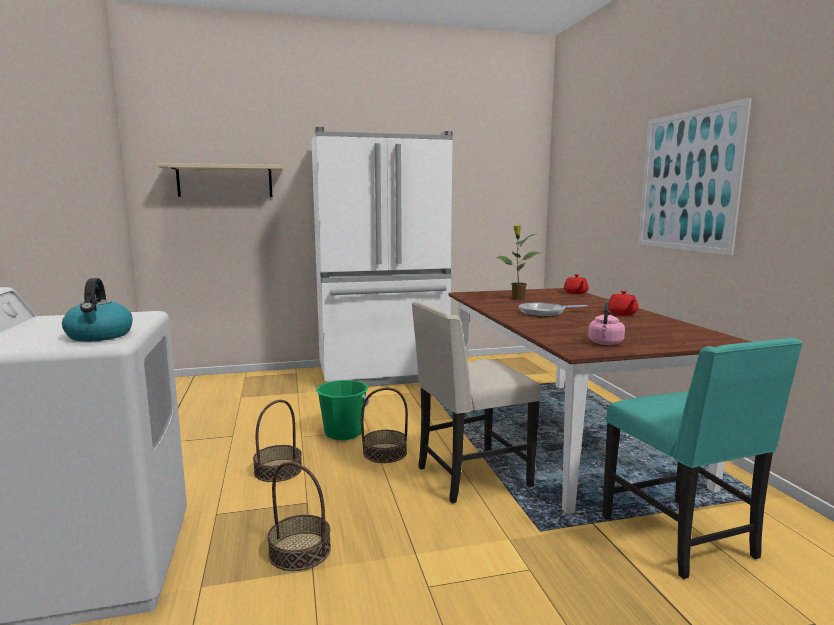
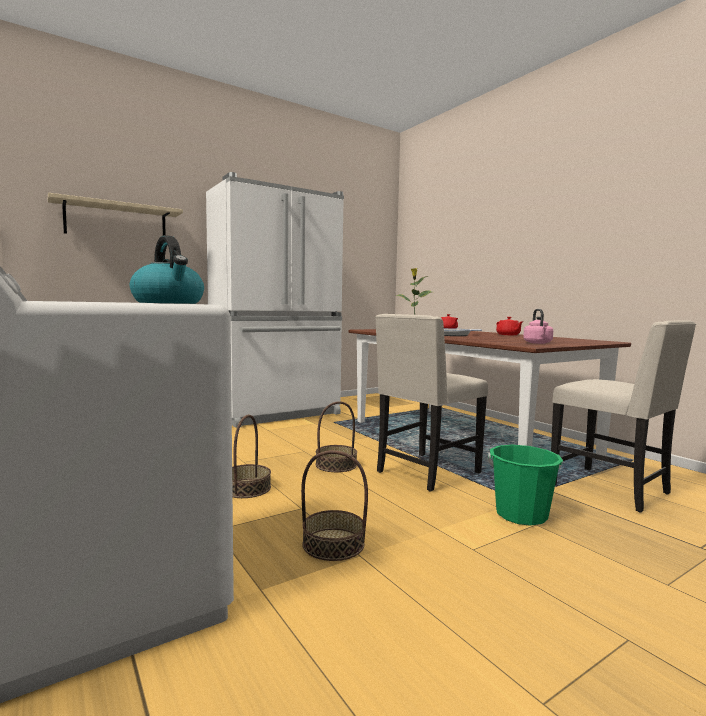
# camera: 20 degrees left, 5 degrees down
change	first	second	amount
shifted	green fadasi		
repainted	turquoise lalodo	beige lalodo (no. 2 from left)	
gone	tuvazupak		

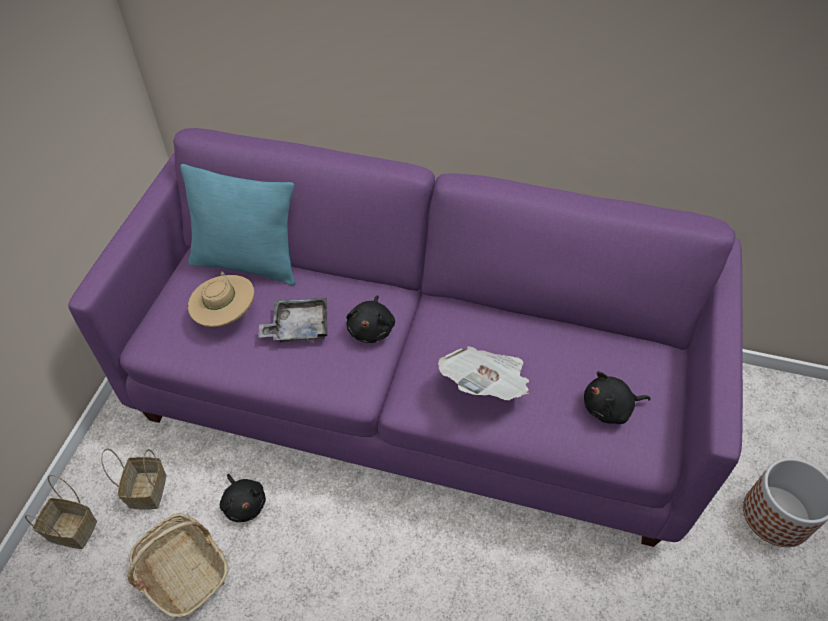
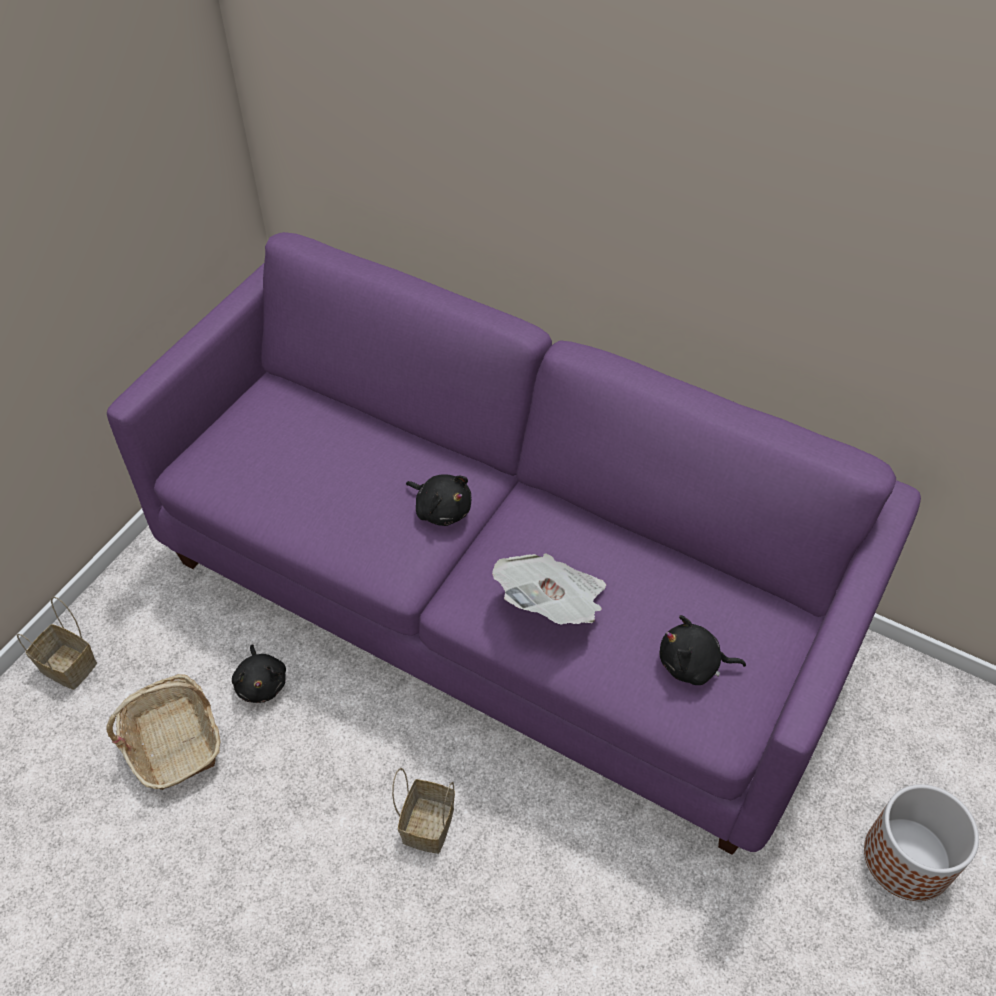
# camera: 15 degrees right, 0 degrees up
change	first	second	amount
shifted	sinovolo (no. 2 from left in the first image)	sinovolo (no. 3 from left)	
gone	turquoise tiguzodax		
gone	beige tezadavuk		
gone	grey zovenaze		
rotated	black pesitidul (no. 2 from left)		75 degrees counterclockwise

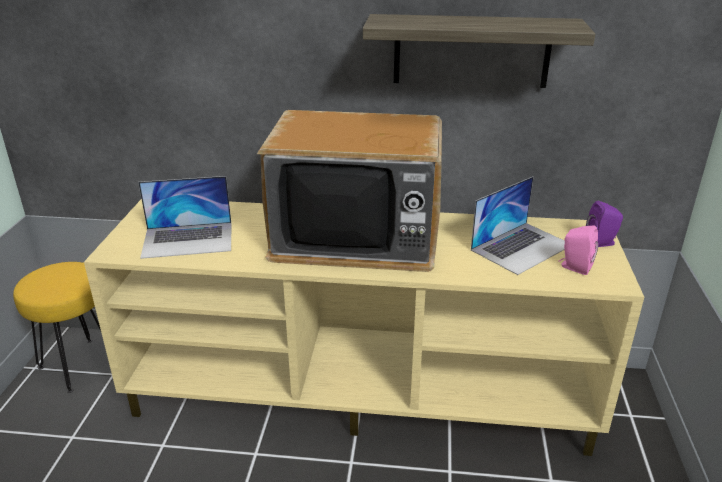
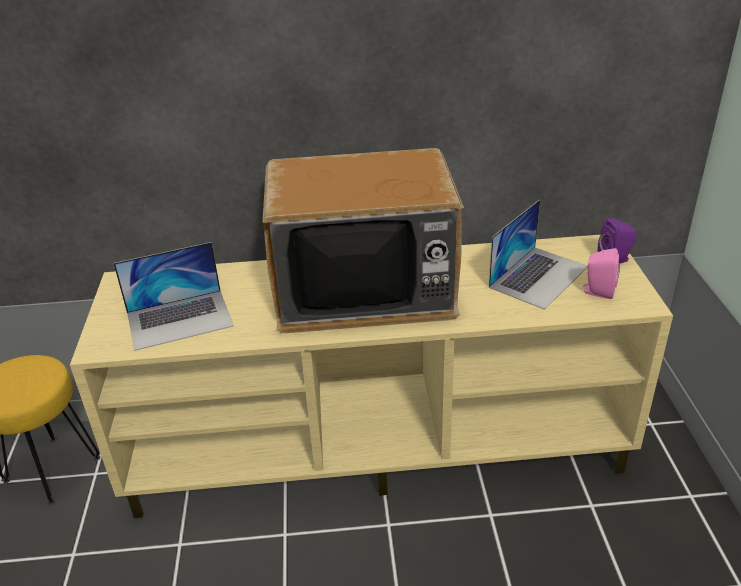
# camera: 10 degrees left, 5 degrees up
change	first	second	amount
gone	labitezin		

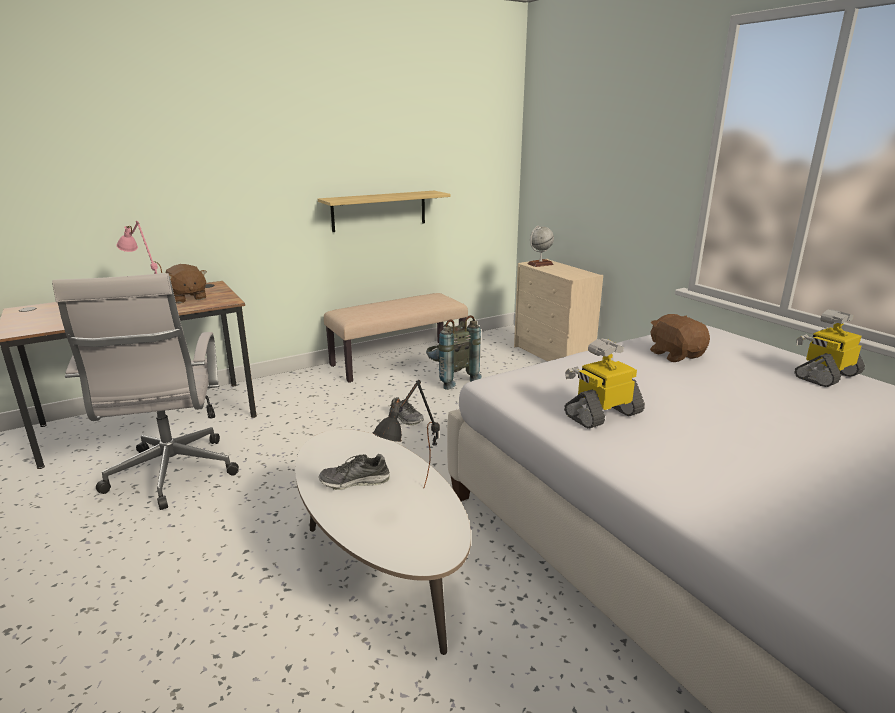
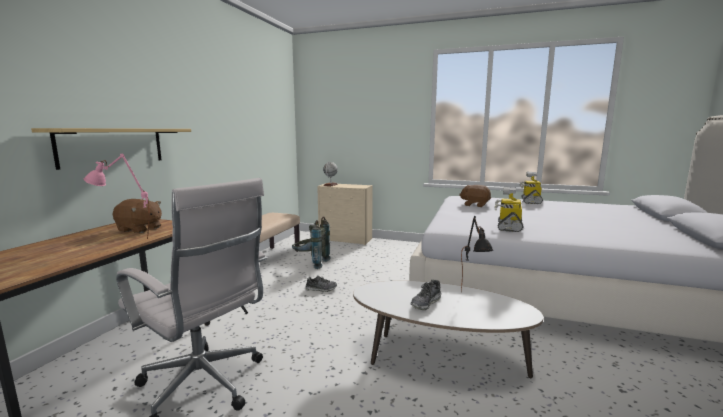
# camera: 40 degrees left, 10 degrees down
change	first	second	amount
shifted	labitezin		

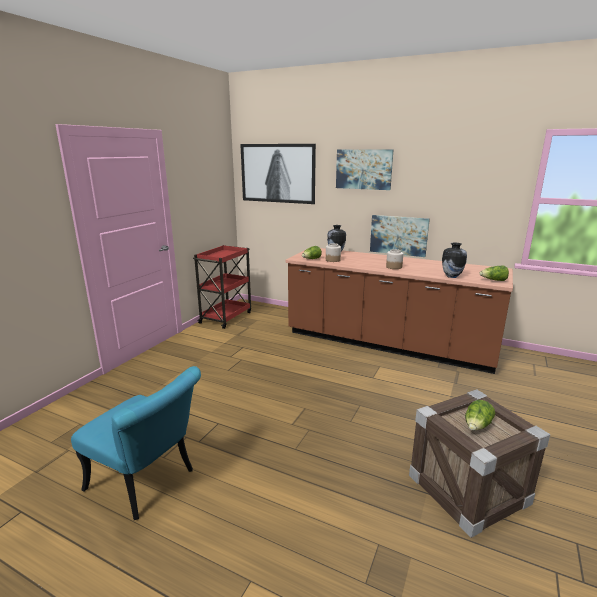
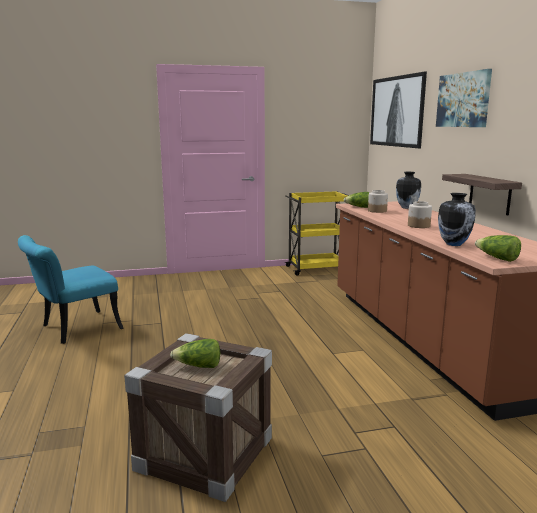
# camera: 50 degrees right, 5 degrees down
change	first	second	amount
rotated	turquoise lalodo		60 degrees clockwise
repainted	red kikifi	yellow kikifi	
swapped	tuvazupak (no. 3 from left)	labitezin	

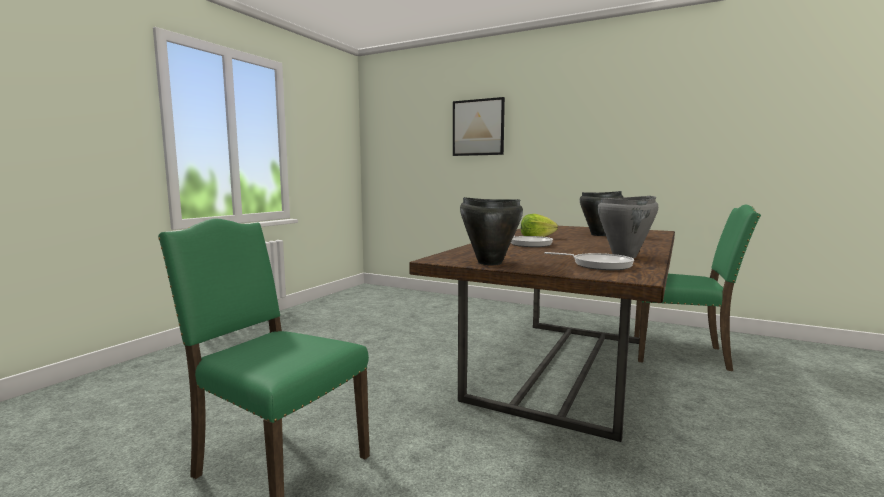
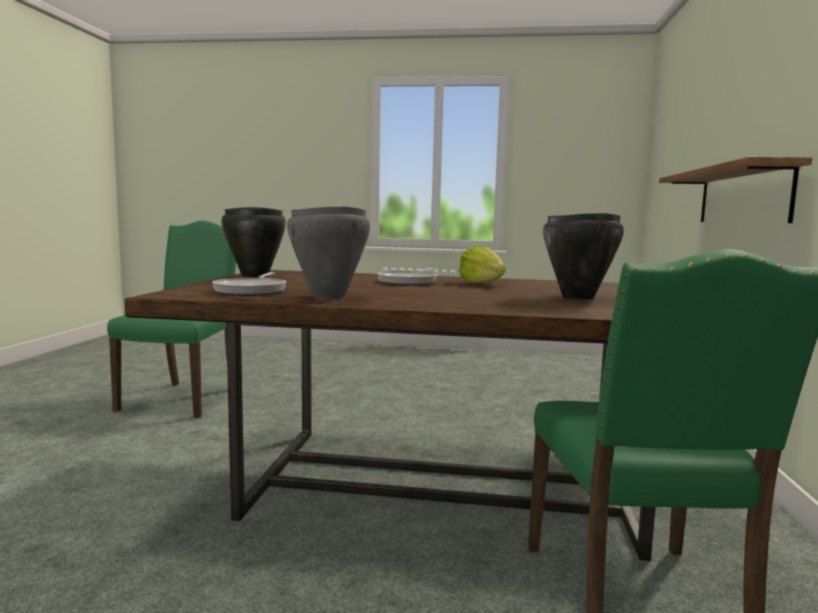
# camera: 70 degrees right, 0 degrees up
change	first	second	amount
gone	tuvazupak		
new		labitezin	

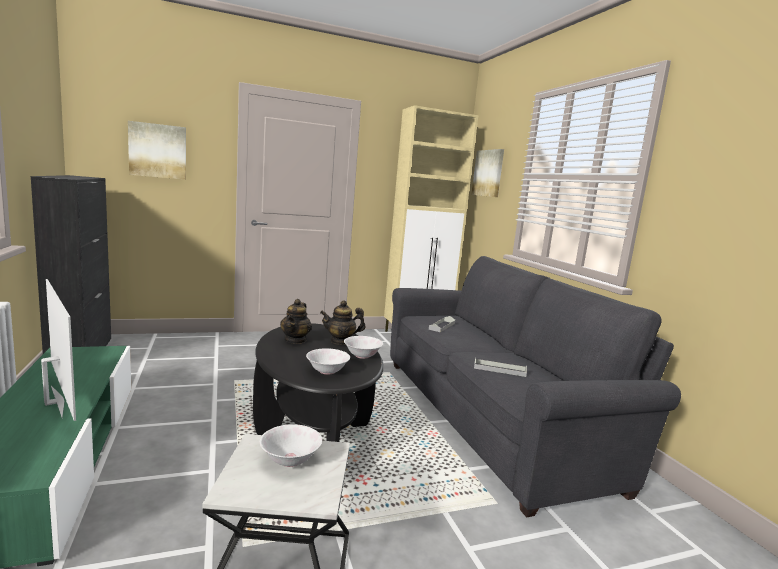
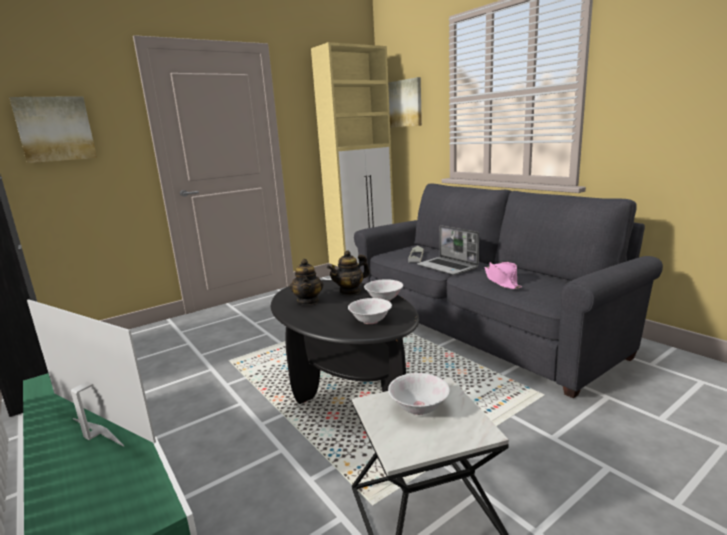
# camera: 15 degrees left, 5 degrees up
change	first	second	amount
swapped	grey zovenaze (no. 2 from left)	pink tezadavuk	
new		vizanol	

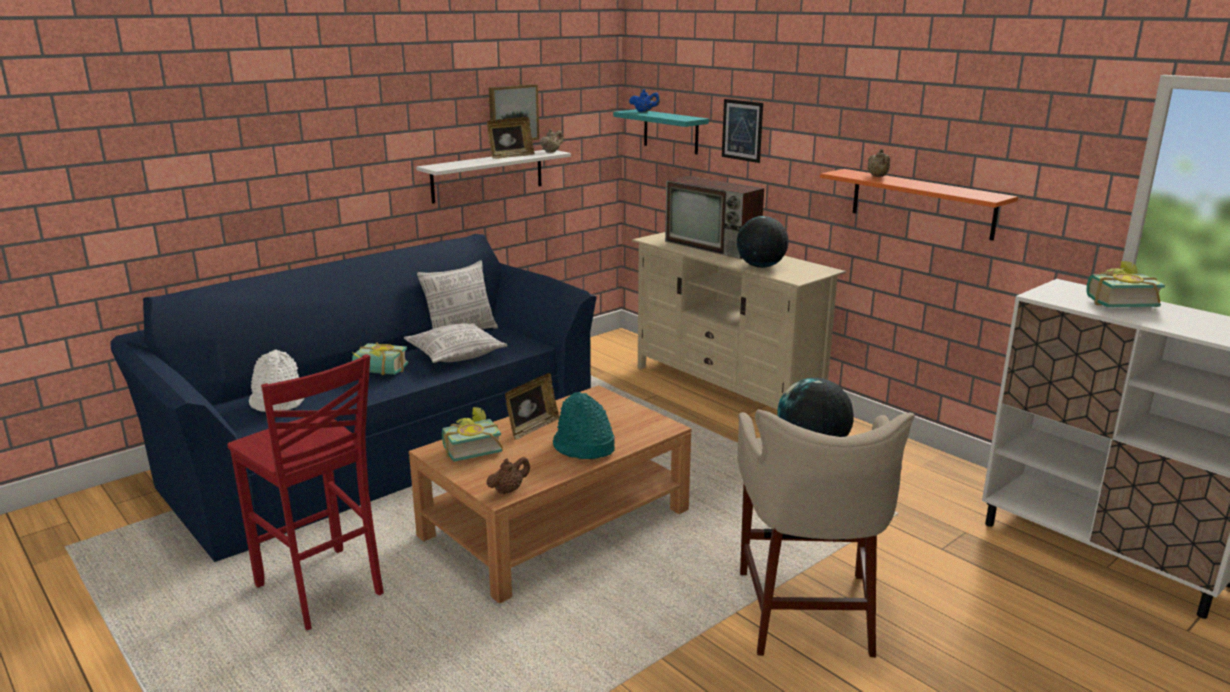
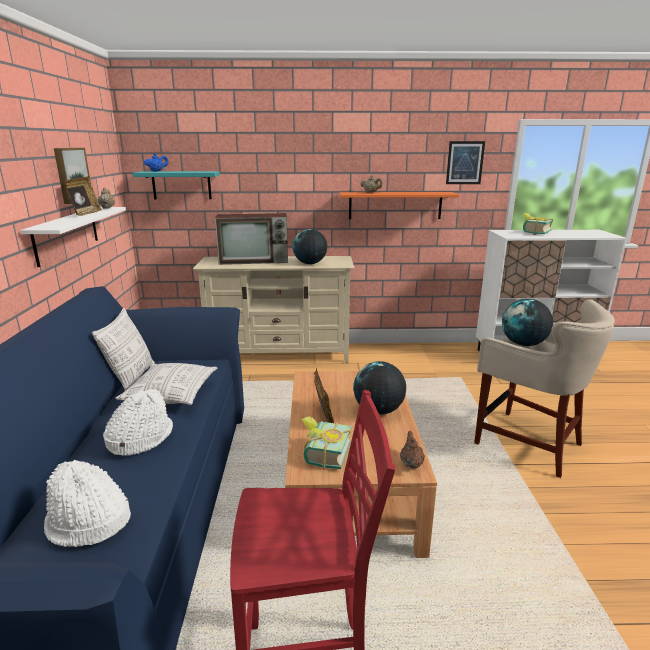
# camera: 50 degrees left, 0 degrees up
change	first	second	amount
swapped	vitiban (no. 1 from left)	white tezadavuk (no. 2 from left)	
swapped	turquoise tezadavuk	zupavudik (no. 2 from left)	
shifted	tuvazupak (no. 2 from left)		

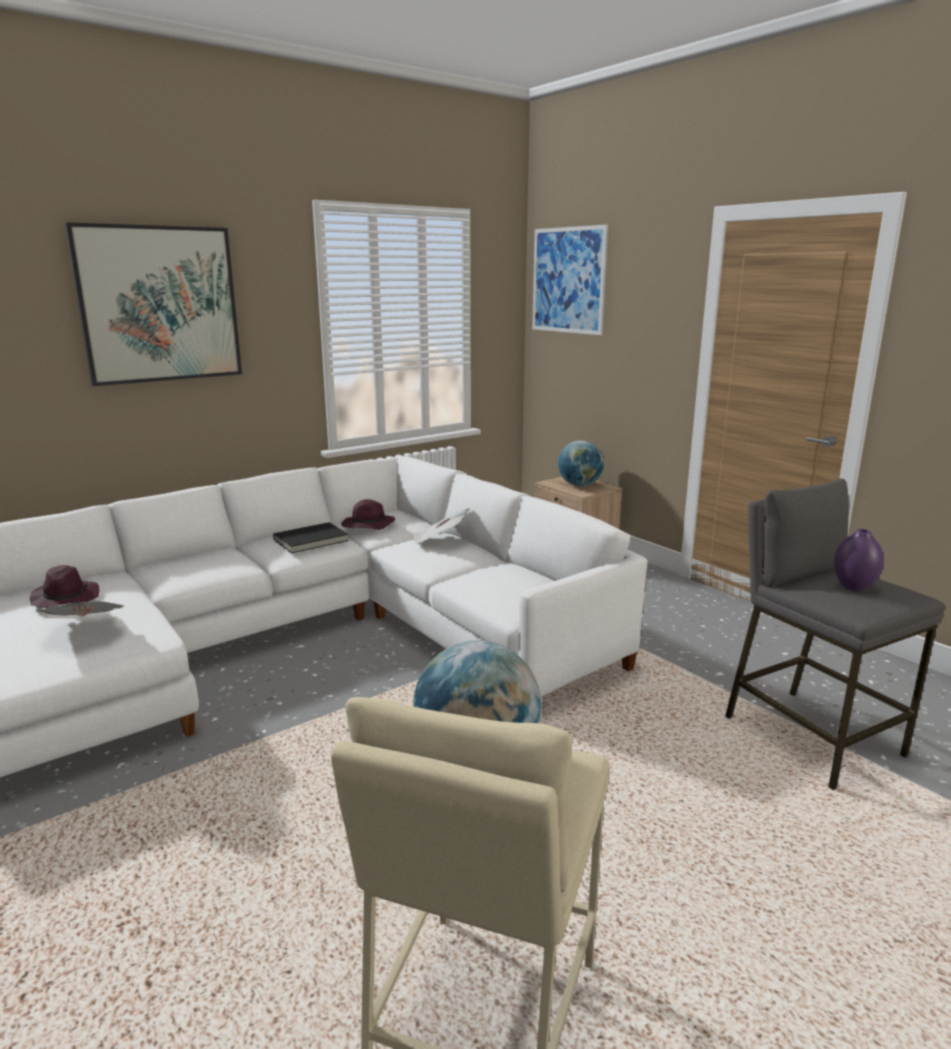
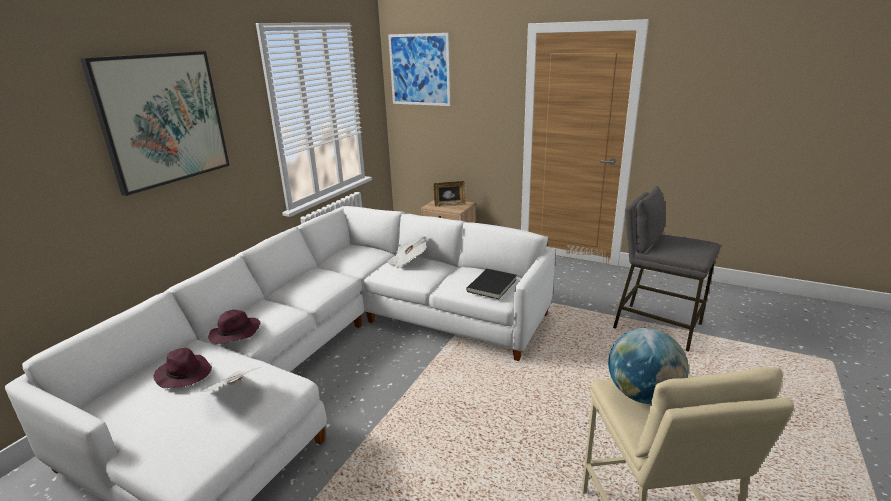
# camera: 25 degrees left, 5 degrees up
change	first	second	amount
shifted	black vitiban		
shifted	purple tezadavuk (no. 2 from left)		
swapped	zupavudik (no. 2 from left)	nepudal	
gone	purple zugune		

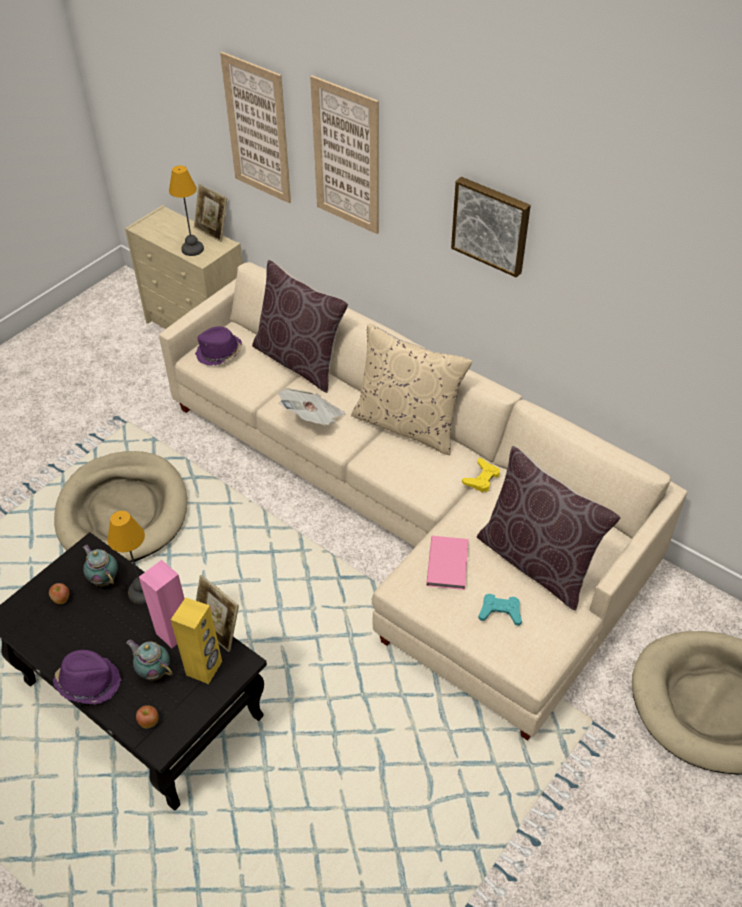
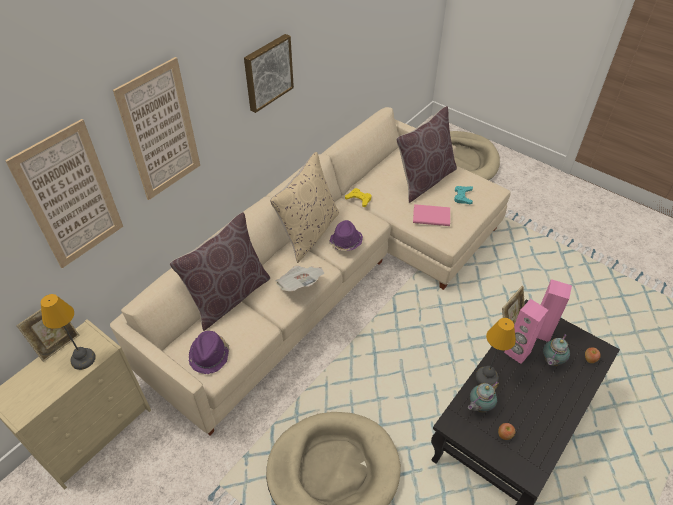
# camera: 90 degrees left, 0 degrees up
change	first	second	amount
shifted	purple tezadavuk (no. 1 from left in the first image)	purple tezadavuk (no. 2 from left)	
repainted	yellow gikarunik	pink gikarunik (no. 2 from left)	

